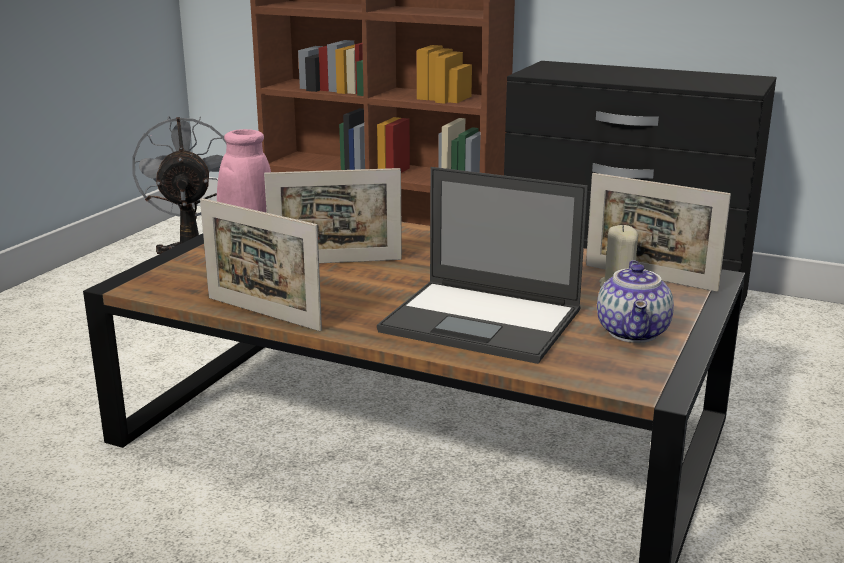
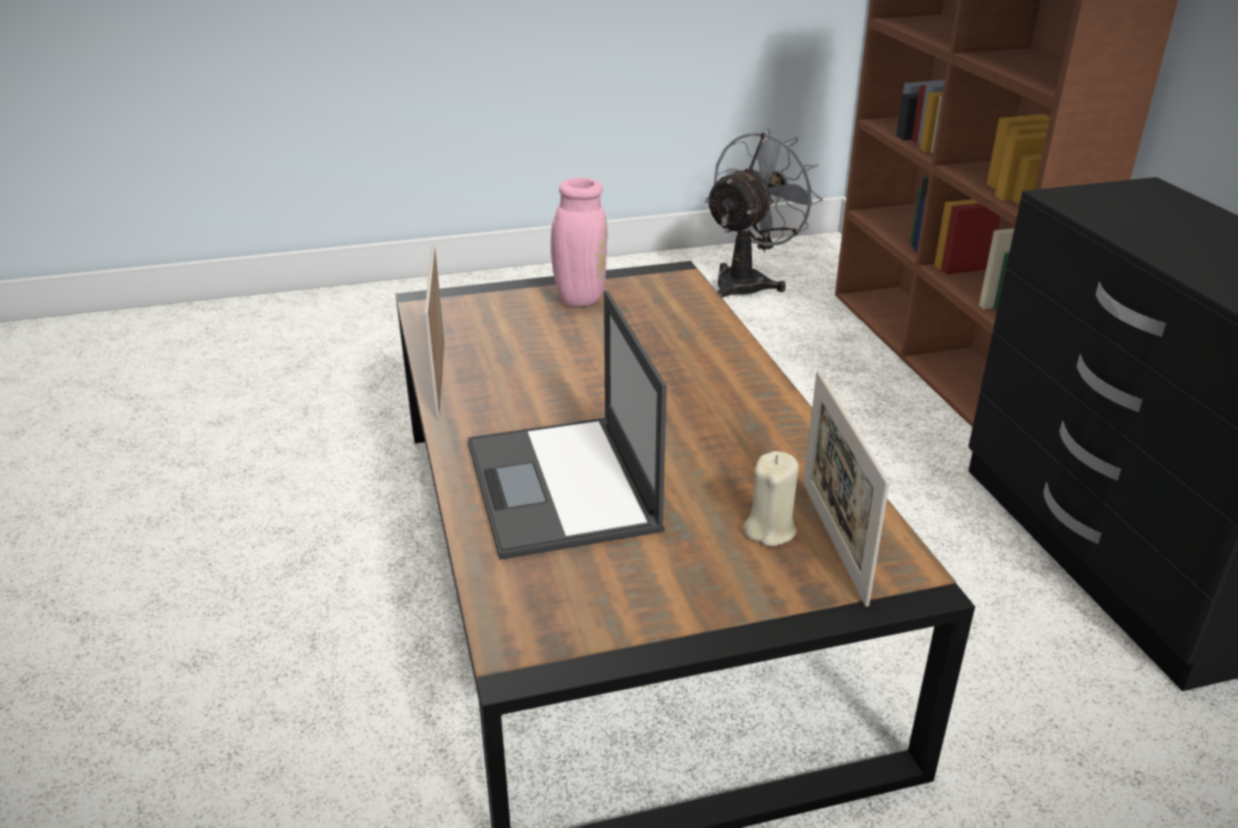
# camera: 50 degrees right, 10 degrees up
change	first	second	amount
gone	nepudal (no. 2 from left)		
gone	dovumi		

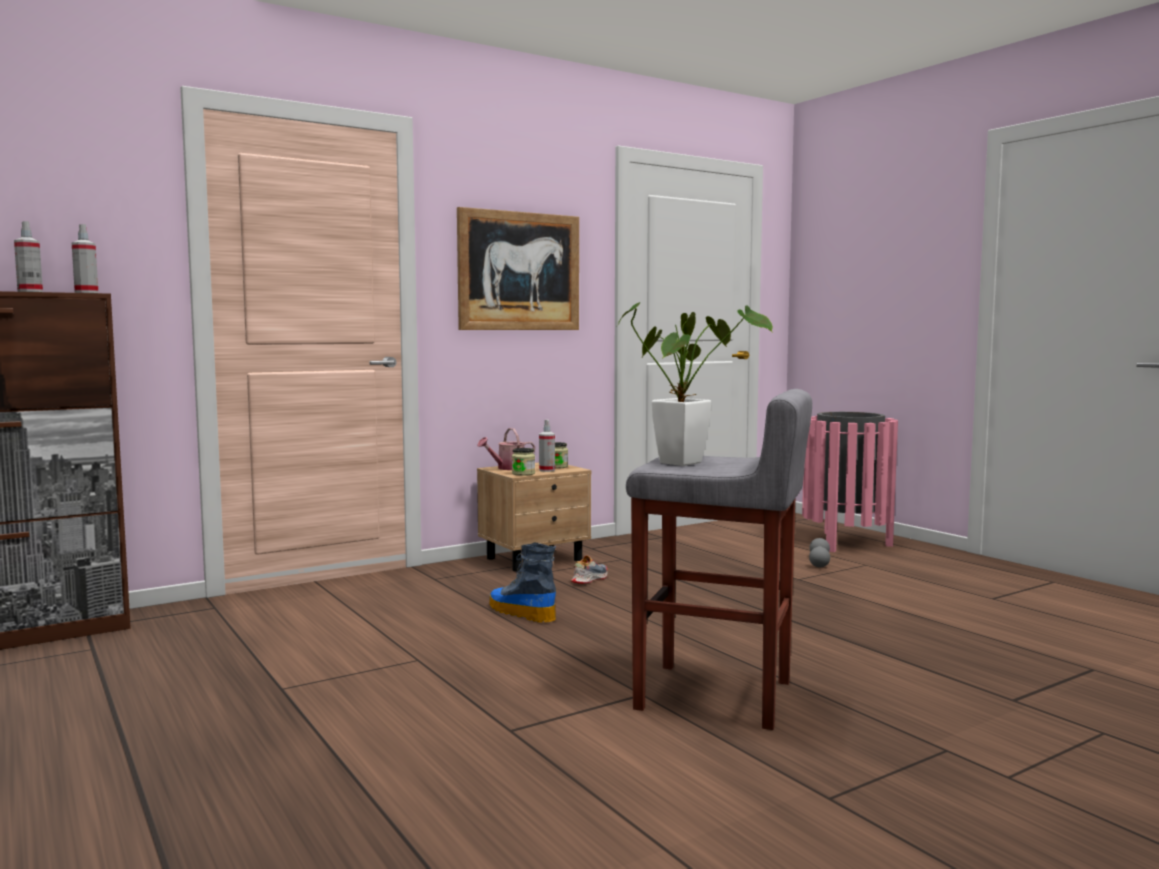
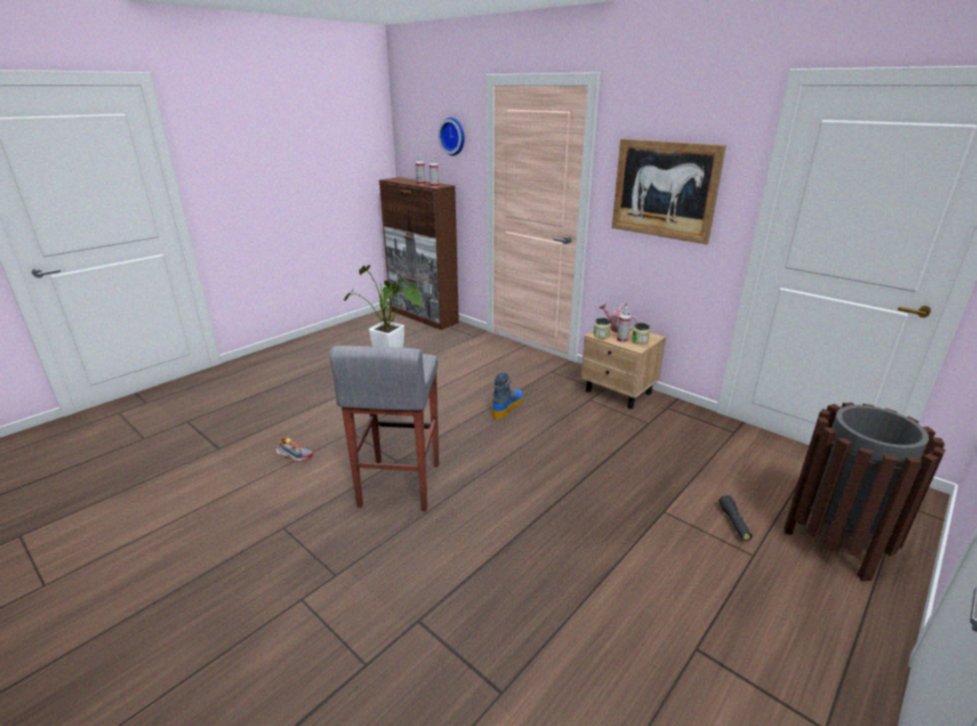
# camera: 75 degrees right, 20 degrees up
change	first	second	amount
shifted	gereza		
repainted	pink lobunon	brown lobunon	
swapped	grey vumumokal	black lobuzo	
new		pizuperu	

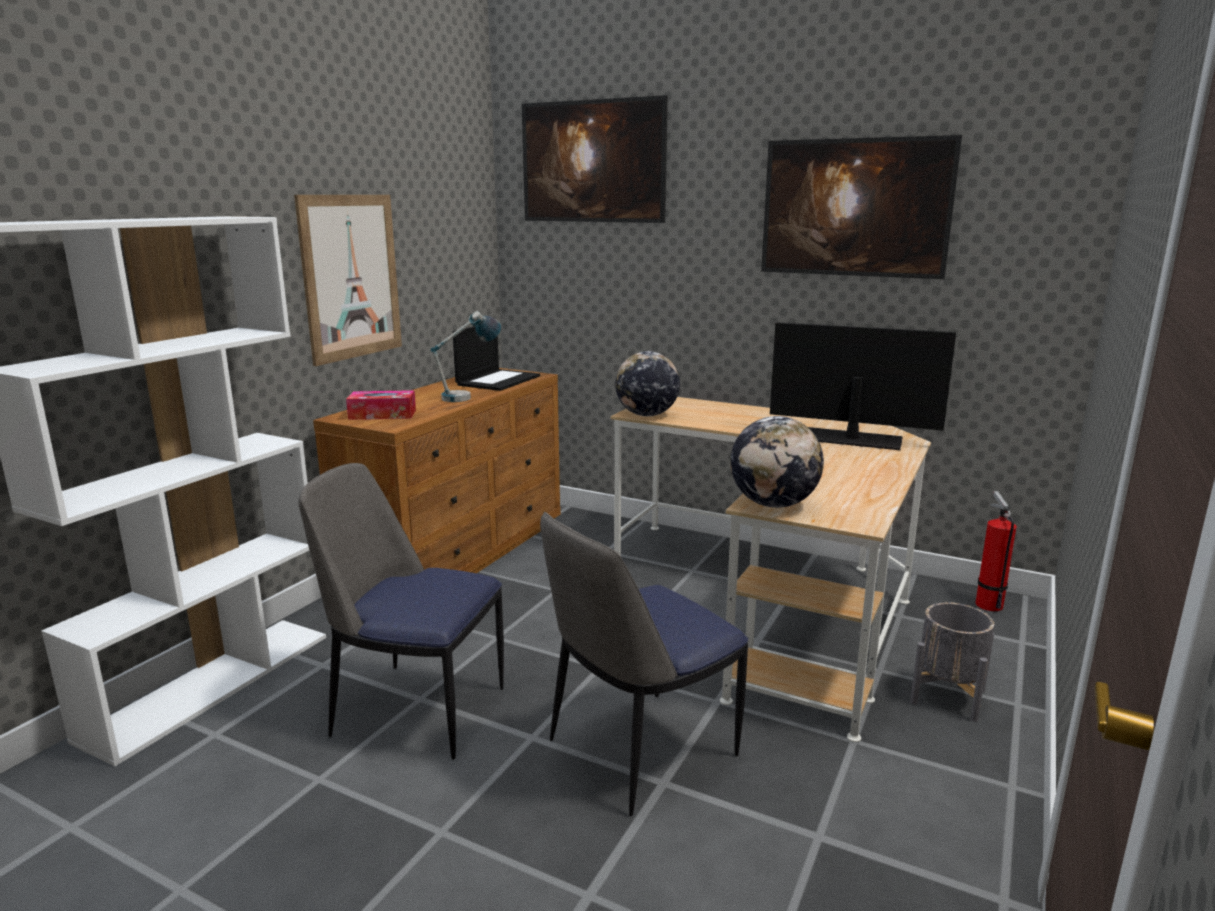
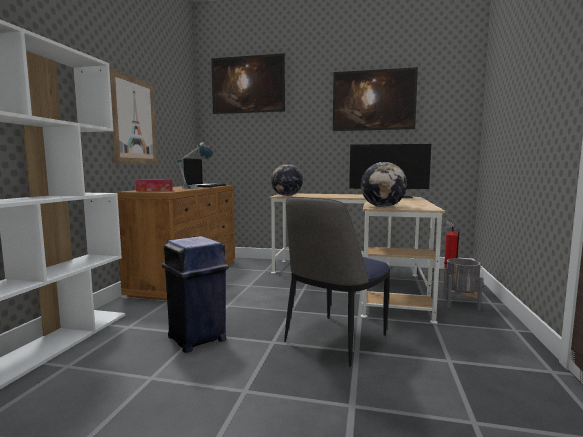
# camera: 15 degrees left, 10 degrees down
change	first	second	amount
swapped	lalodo (no. 1 from left)	blue lobunon	

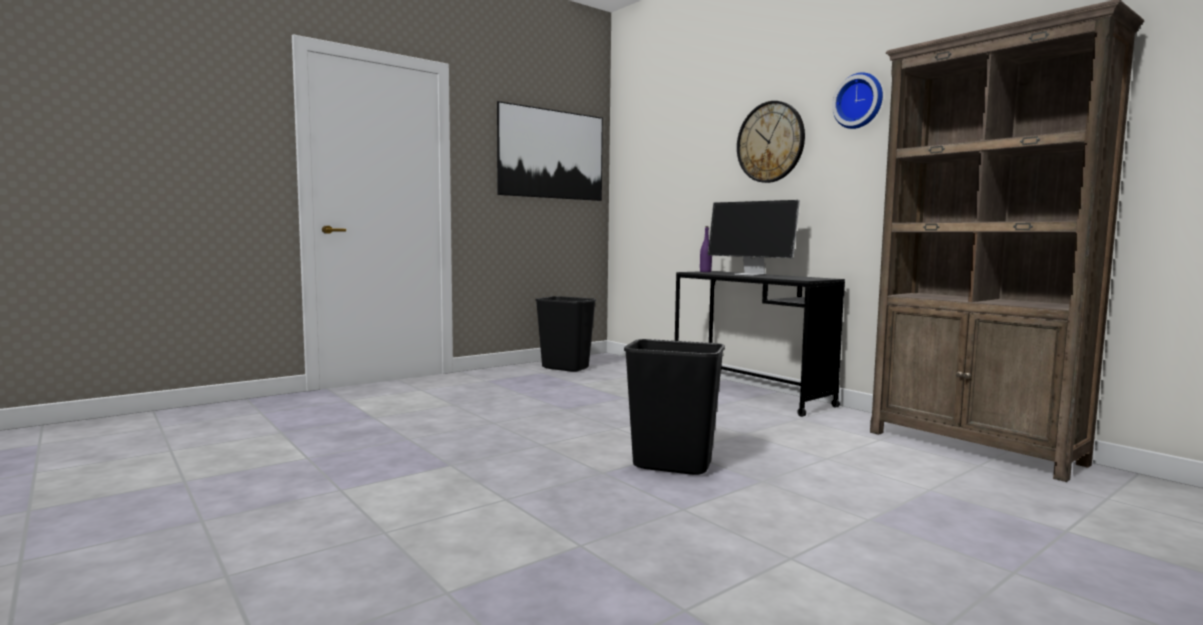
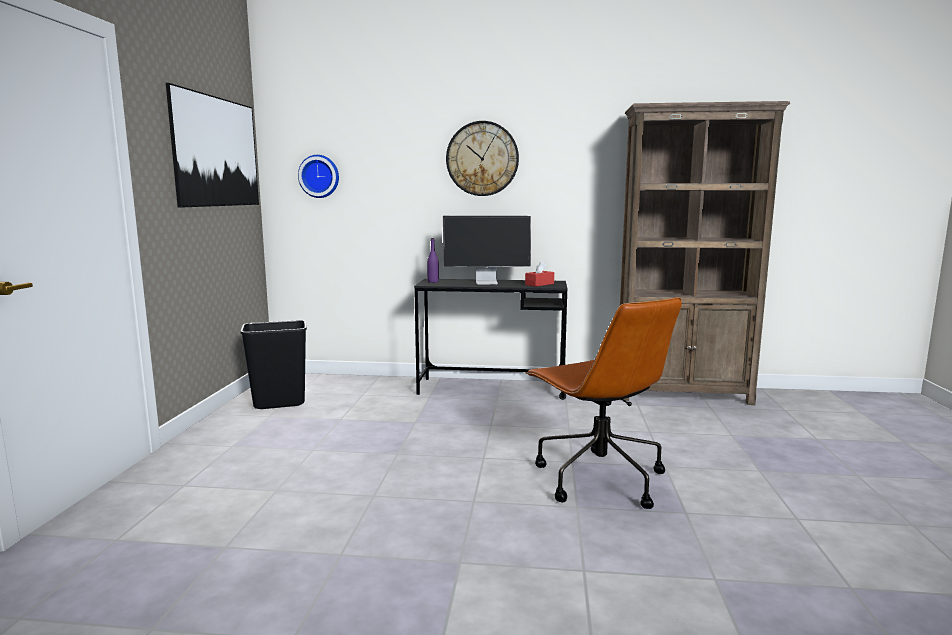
# camera: 45 degrees left, 5 degrees up
change	first	second	amount
swapped	black lobunon (no. 2 from left)	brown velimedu	
shifted	pizuperu (no. 2 from left in the first image)	pizuperu (no. 1 from left)	
new		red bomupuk	

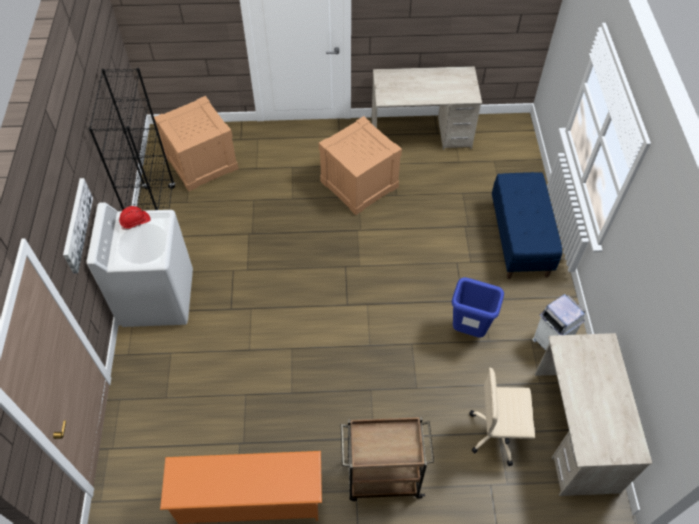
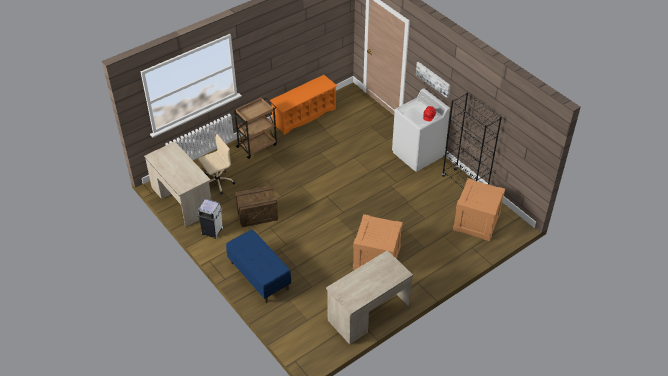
# camera: 145 degrees right, 10 degrees down
change	first	second	amount
swapped	blue lobunon	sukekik (no. 1 from left)	

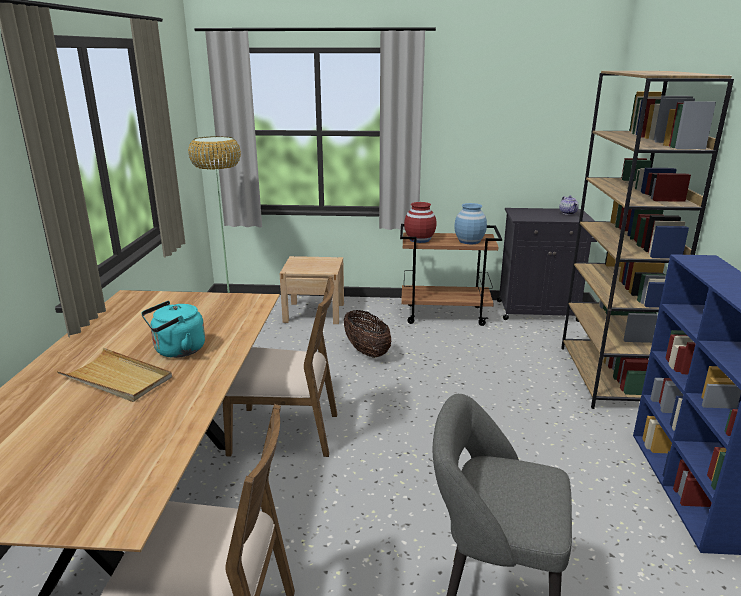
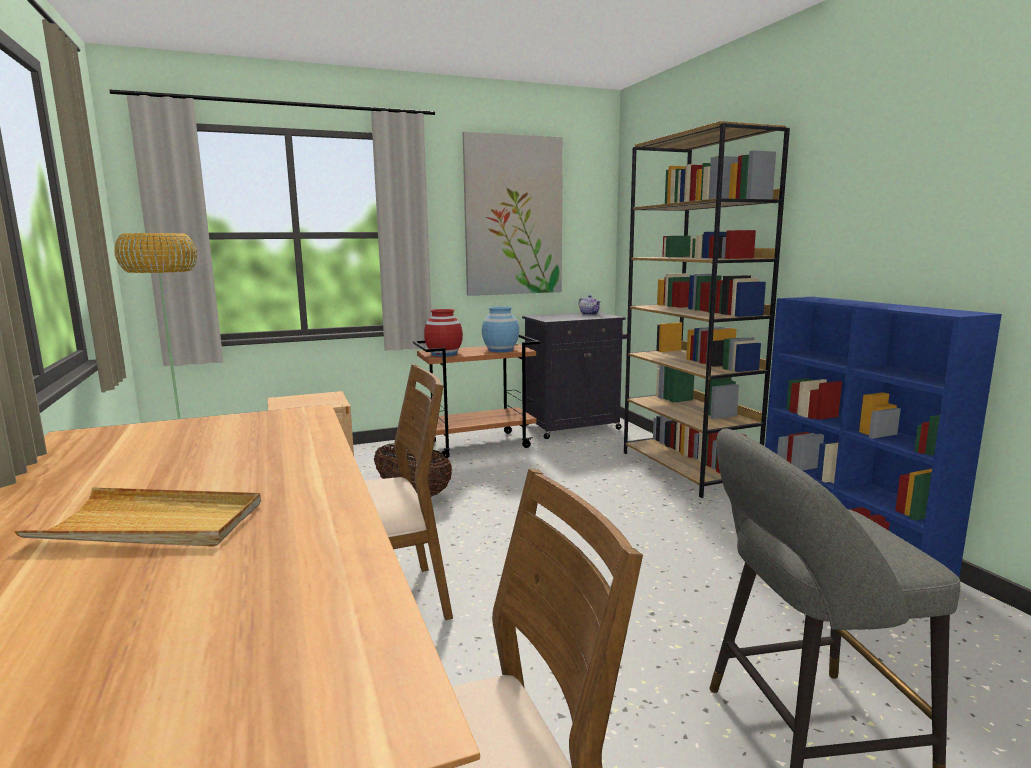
# camera: 25 degrees left, 10 degrees down
change	first	second	amount
gone	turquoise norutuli		
new		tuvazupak	

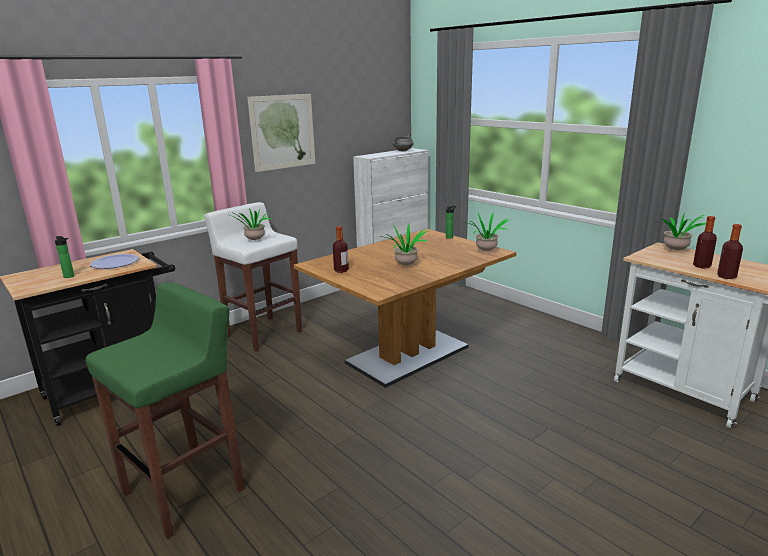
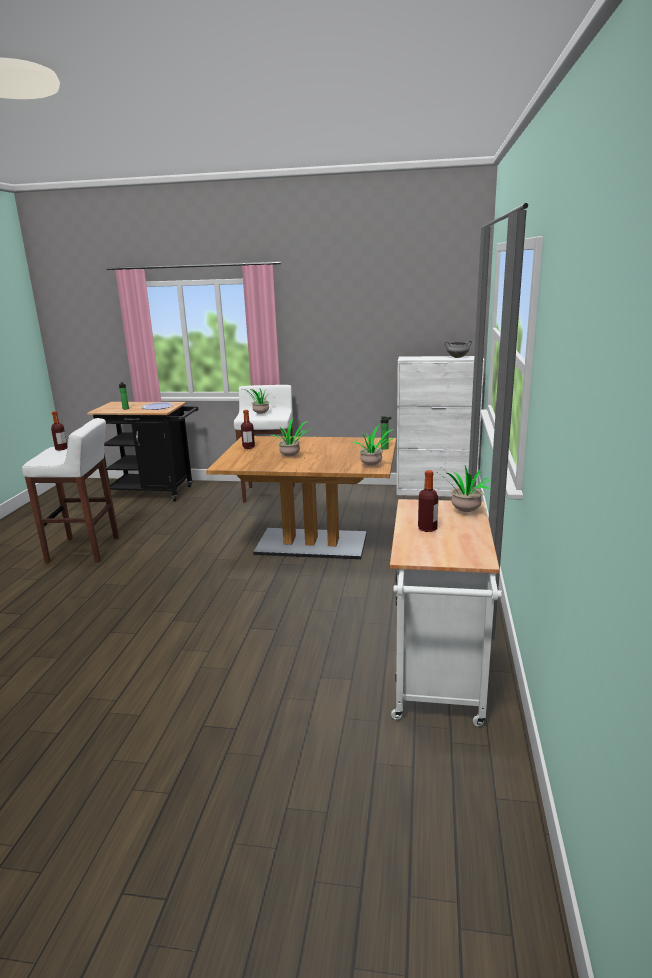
# camera: 50 degrees right, 0 degrees up
change	first	second	amount
repainted	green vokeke	white vokeke (no. 1 from left)	
gone	tuvazupak		
shifted	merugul (no. 5 from left in the first image)	merugul (no. 1 from left)	

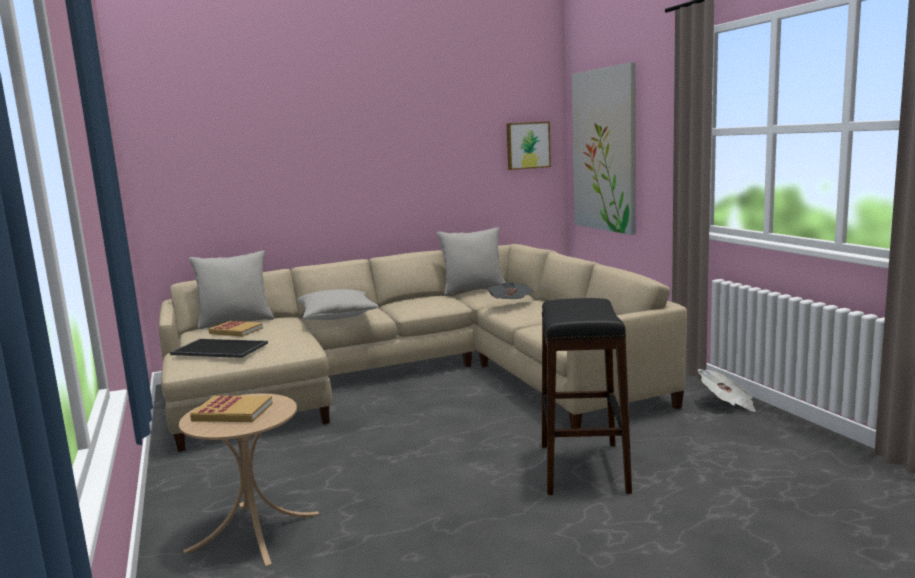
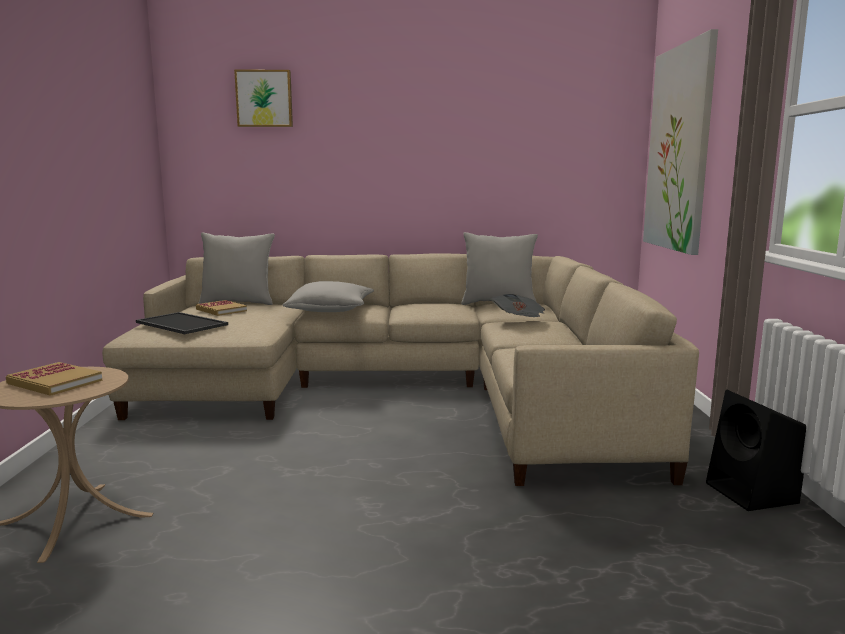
# camera: 20 degrees right, 0 degrees up
change	first	second	amount
shifted	tuvazupak (no. 1 from left)		
gone	black vokeke		
swapped	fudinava (no. 2 from left)	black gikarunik	

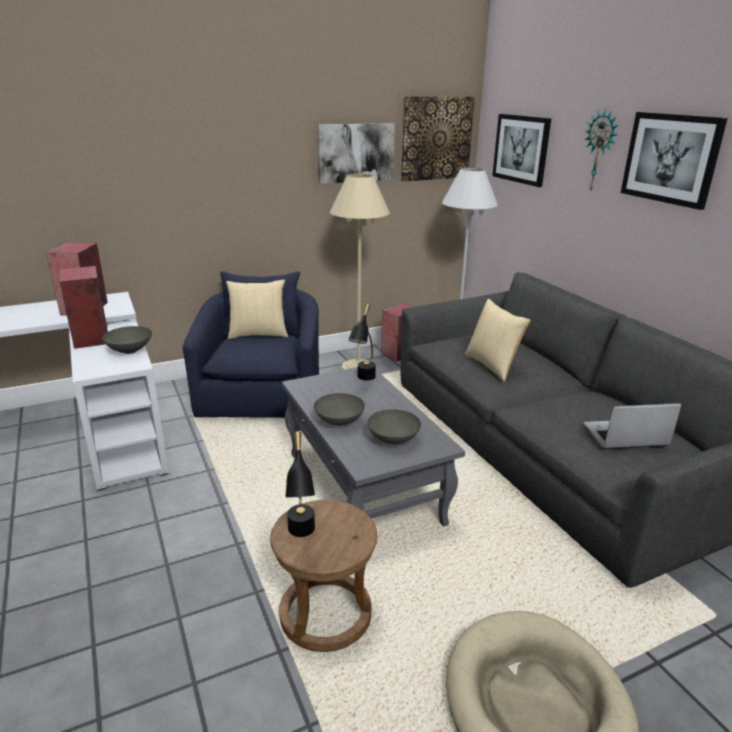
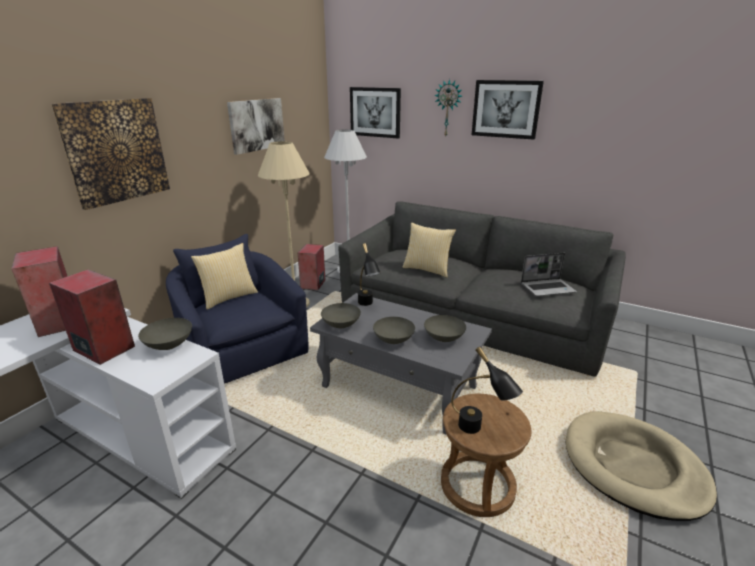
# camera: 35 degrees left, 0 degrees up
change	first	second	amount
shifted	tuvazupak (no. 2 from left in the first image)	tuvazupak (no. 1 from left)	
rotated	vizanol		150 degrees counterclockwise
new		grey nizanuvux (no. 2 from left)	

